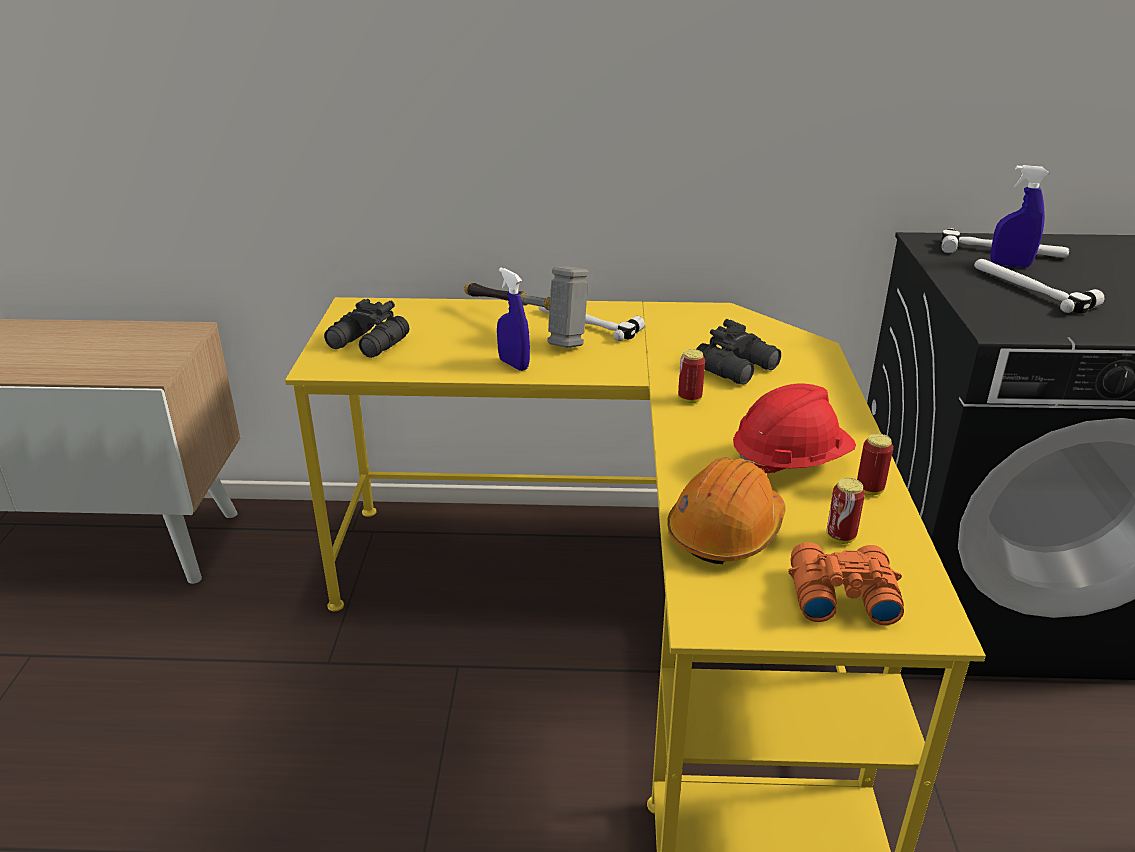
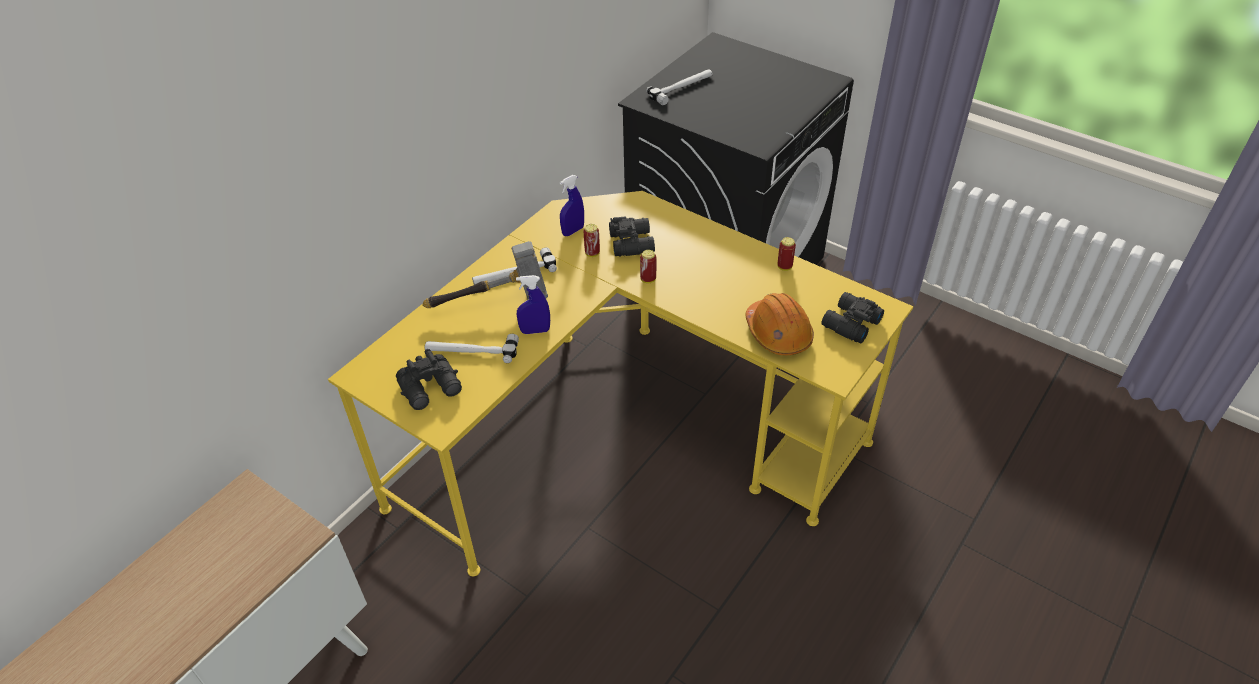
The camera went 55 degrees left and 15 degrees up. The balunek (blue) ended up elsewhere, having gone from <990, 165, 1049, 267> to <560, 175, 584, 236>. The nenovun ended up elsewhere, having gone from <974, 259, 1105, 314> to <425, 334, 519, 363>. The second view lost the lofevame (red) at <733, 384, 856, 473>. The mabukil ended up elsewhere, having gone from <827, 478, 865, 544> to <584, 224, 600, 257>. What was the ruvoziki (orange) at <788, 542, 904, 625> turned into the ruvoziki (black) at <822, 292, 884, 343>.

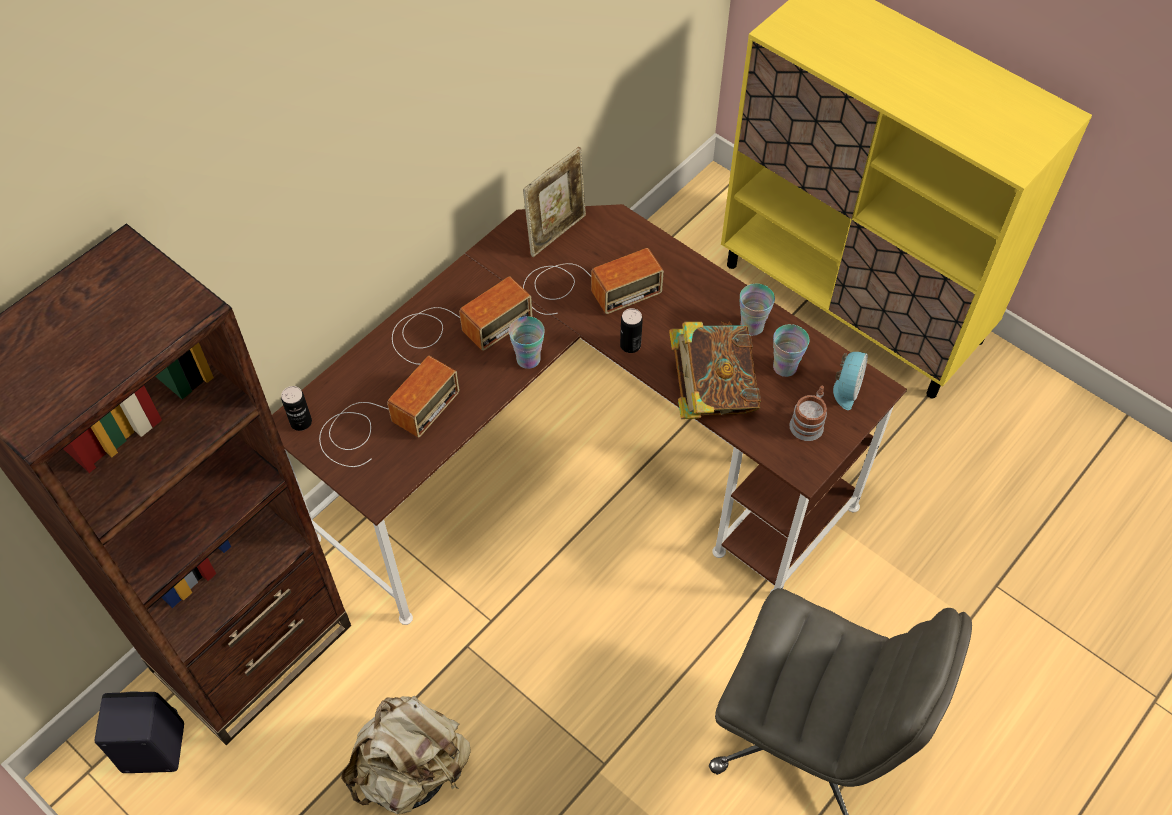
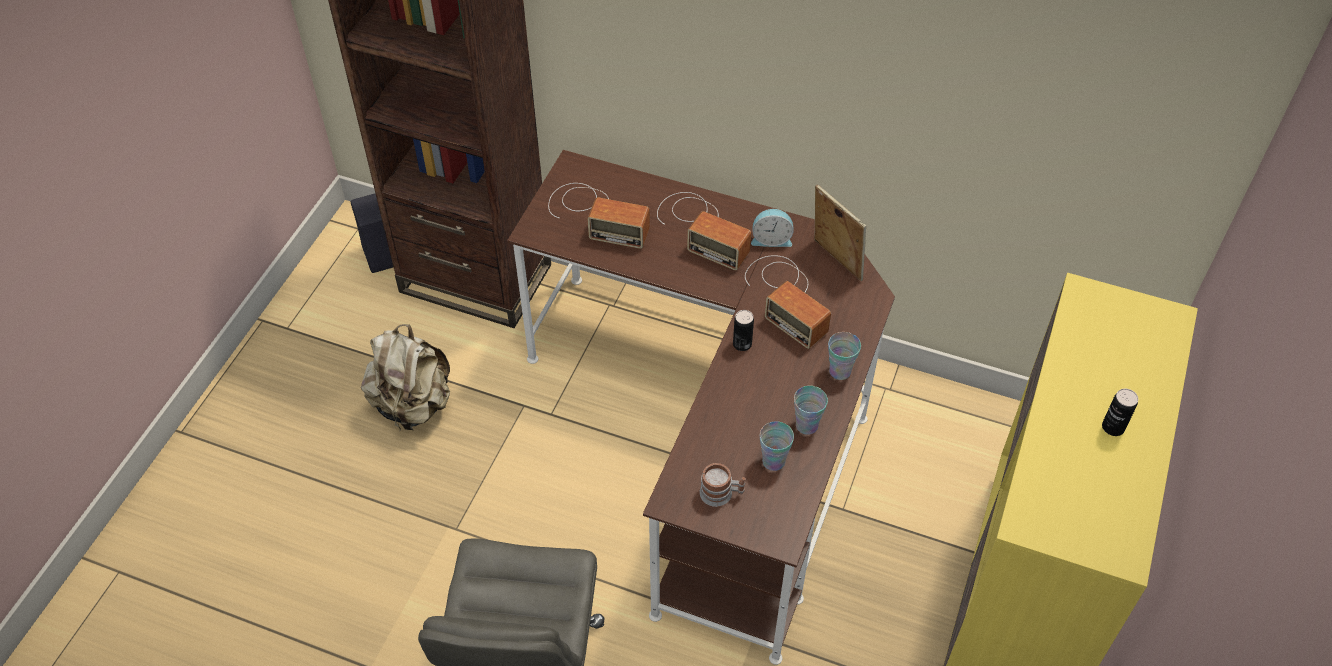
The camera went 70 degrees right and 5 degrees down. The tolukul at <523, 147, 586, 257> ended up facing another way, 150 degrees counterclockwise from before. The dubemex ended up elsewhere, having gone from <509, 316, 545, 369> to <828, 332, 861, 380>. The second view lost the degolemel at <669, 322, 761, 419>. The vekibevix ended up elsewhere, having gone from <833, 352, 868, 410> to <751, 209, 794, 247>. The mabukil ended up elsewhere, having gone from <281, 386, 312, 431> to <1102, 389, 1138, 436>.

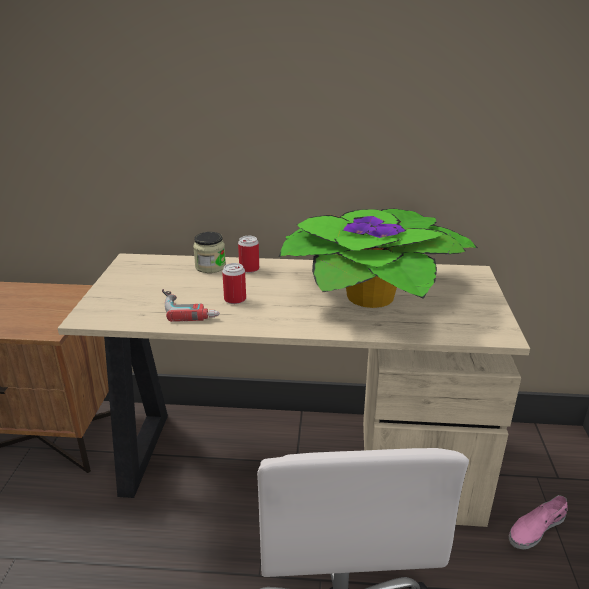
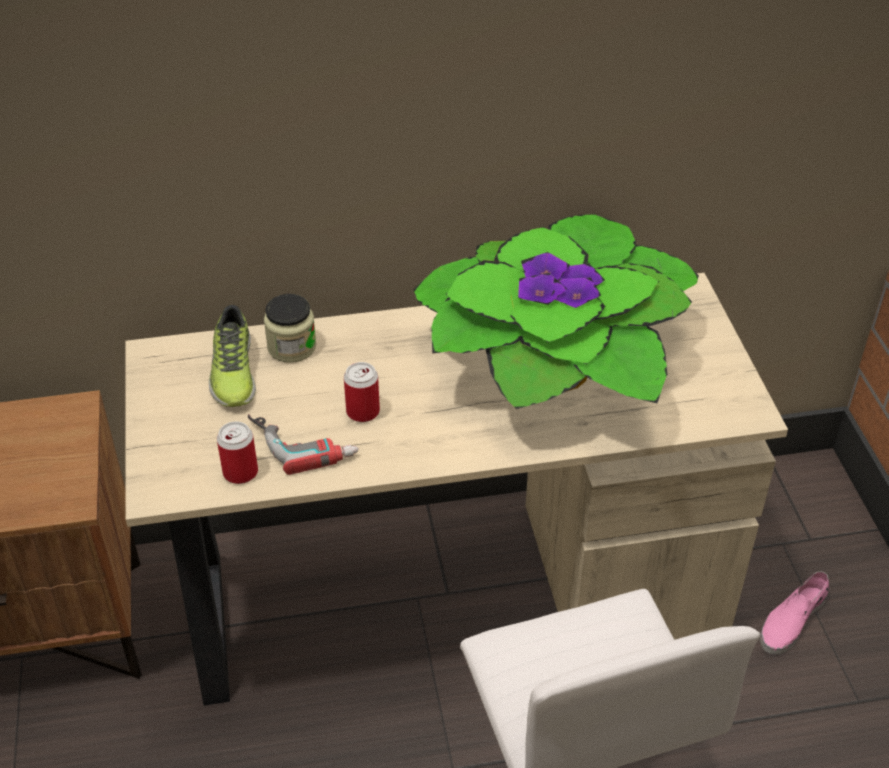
The camera went 15 degrees left and 15 degrees up. The mabukil ended up elsewhere, having gone from <238, 236, 259, 273> to <217, 421, 258, 484>. The second view gained the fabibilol at <209, 305, 256, 407>.

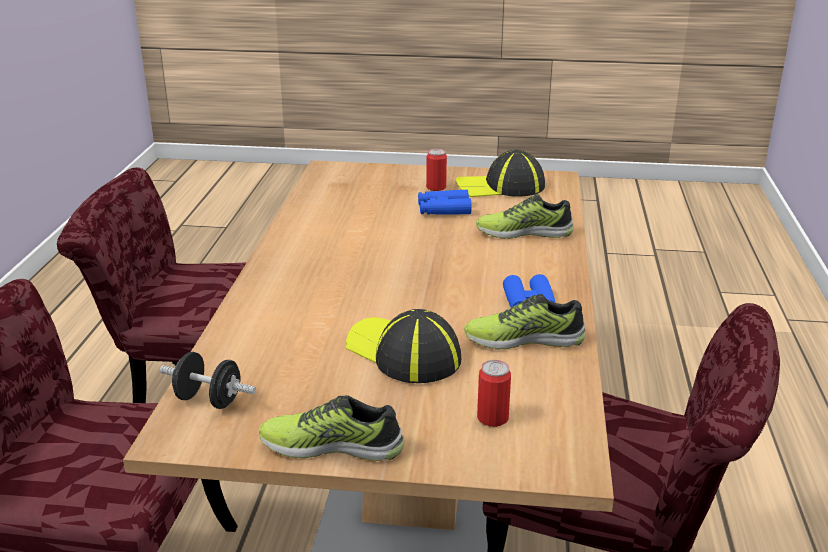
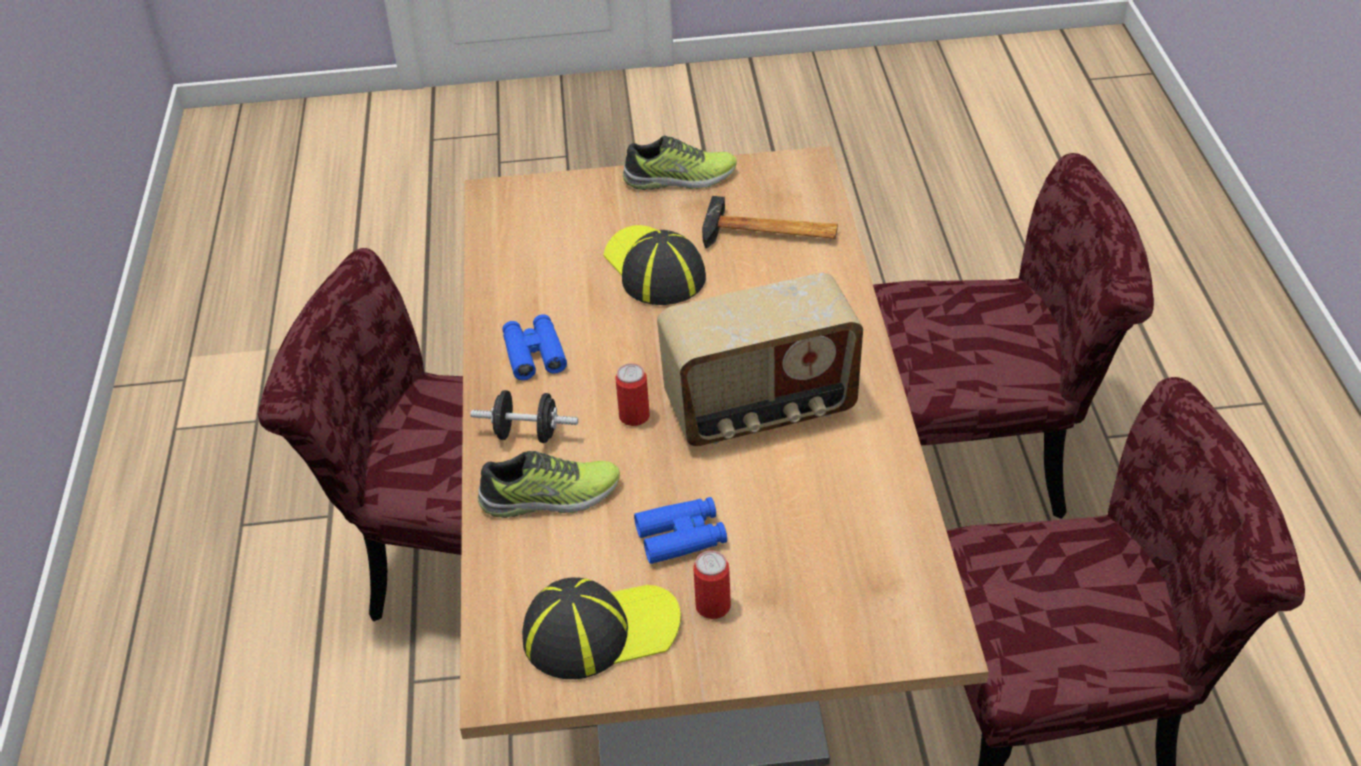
The camera went 170 degrees right and 15 degrees up. The second view lost the fabibilol at <464, 294, 586, 350>. The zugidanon at <346, 309, 461, 383> ended up facing another way, 150 degrees counterclockwise from before. The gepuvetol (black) ended up elsewhere, having gone from <160, 352, 256, 409> to <470, 390, 578, 443>. The mabukil ended up elsewhere, having gone from <477, 360, 511, 427> to <615, 363, 650, 426>. The second view gained the nenovun at <702, 196, 838, 248>. The second view gained the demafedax at <657, 273, 863, 446>.

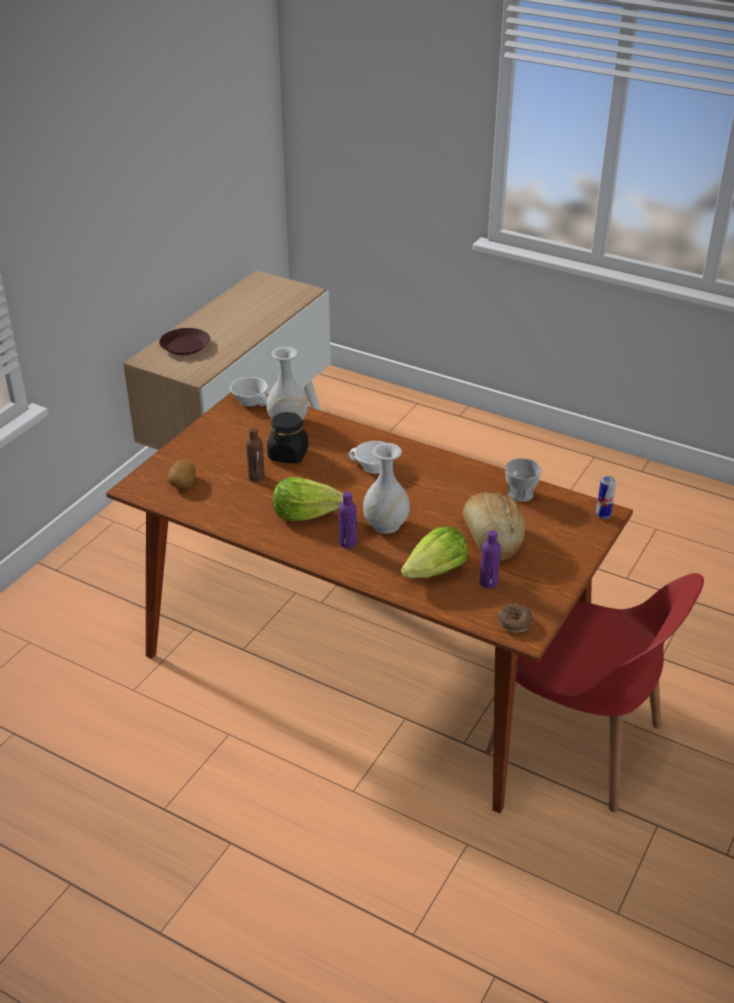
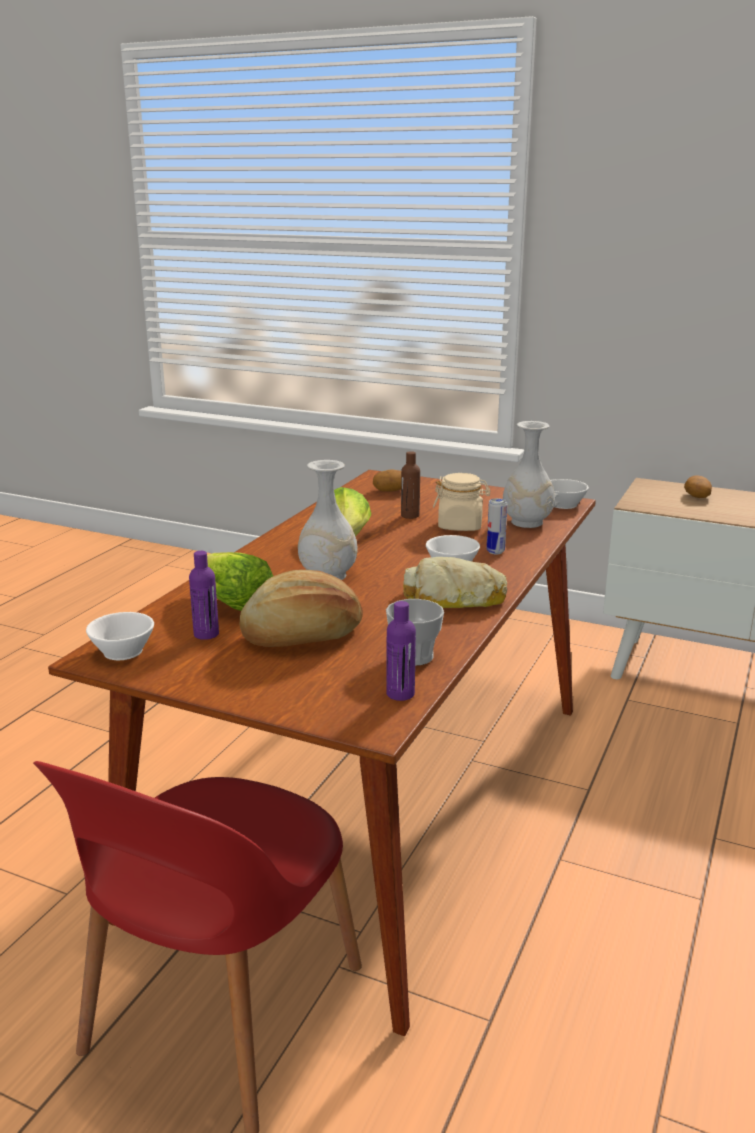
The camera went 85 degrees right and 15 degrees down. Where the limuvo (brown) stood at <159, 328, 210, 355>, the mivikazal came to stand at <684, 476, 712, 498>. What was the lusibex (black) at <267, 412, 308, 463> turned into the lusibex (beige) at <433, 473, 490, 531>. The mabukil ended up elsewhere, having gone from <596, 476, 616, 519> to <487, 498, 508, 554>. The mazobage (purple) ended up elsewhere, having gone from <339, 492, 357, 548> to <386, 601, 416, 701>. Where the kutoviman stood at <497, 604, 533, 632>, the dubemex (white) came to stand at <86, 612, 154, 660>. The second view gained the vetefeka at <403, 557, 507, 608>.

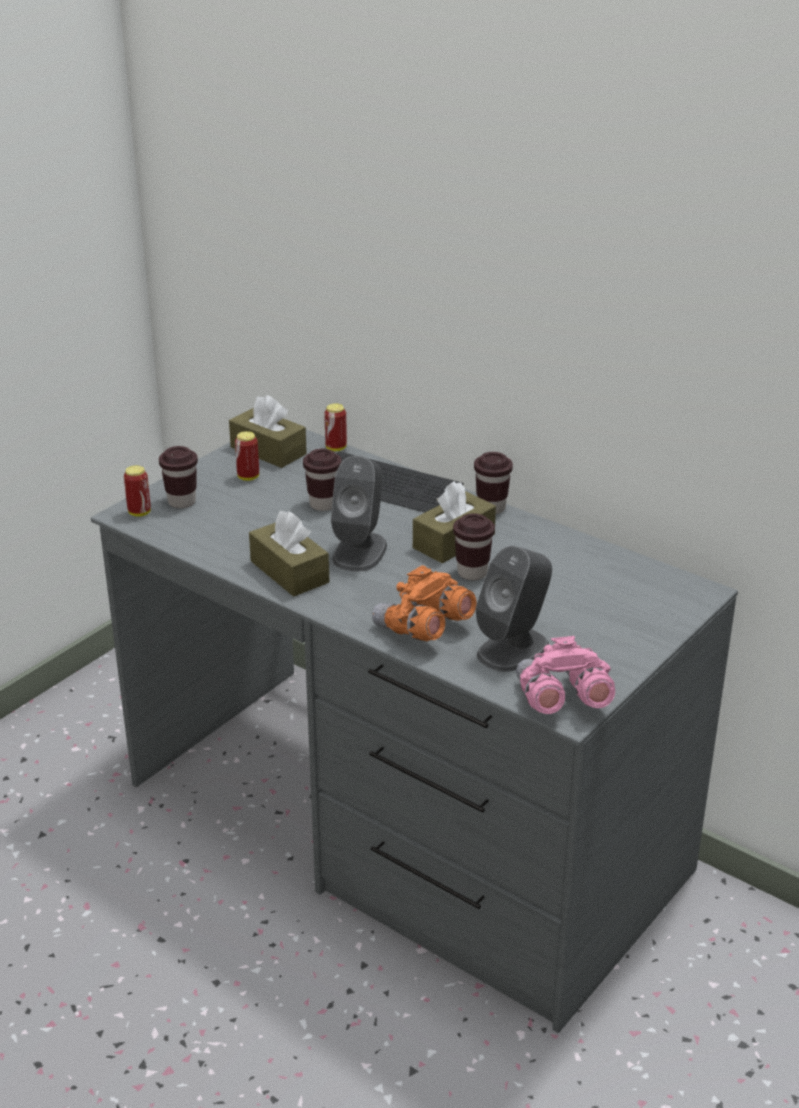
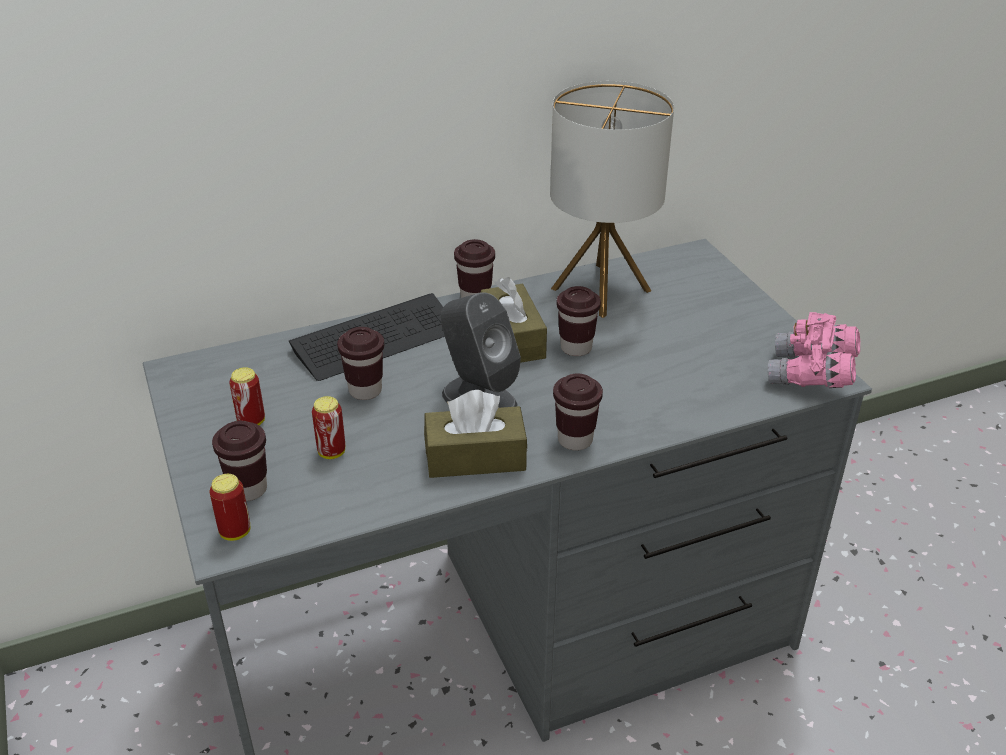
The camera went 60 degrees left and 5 degrees up. The second view lost the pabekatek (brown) at <229, 395, 307, 468>. The mabukil ended up elsewhere, having gone from <324, 403, 347, 451> to <312, 396, 345, 459>. The second view lost the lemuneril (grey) at <476, 546, 552, 672>. The second view lost the ruvoziki (orange) at <372, 565, 477, 641>. The second view gained the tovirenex at <550, 81, 674, 318>. The second view gained the dubemex (brown) at <553, 374, 603, 451>.

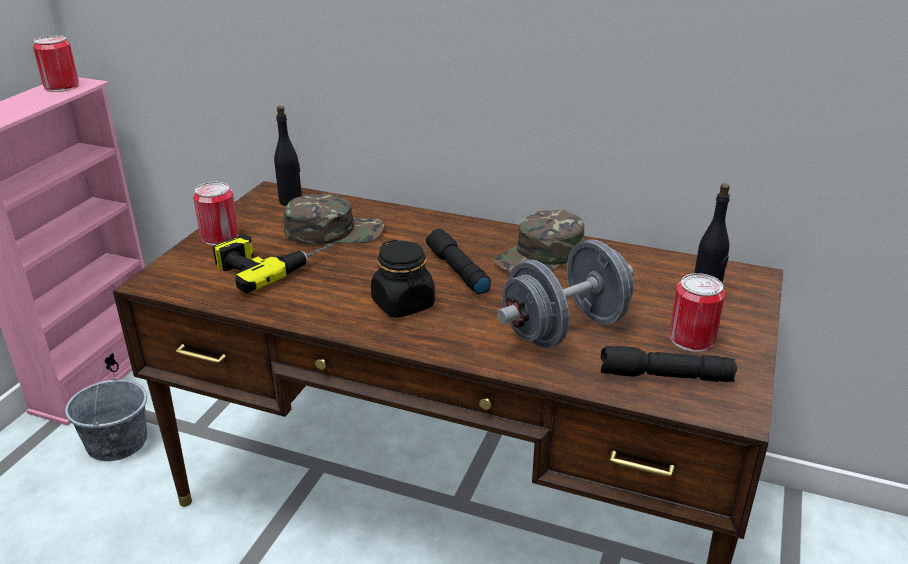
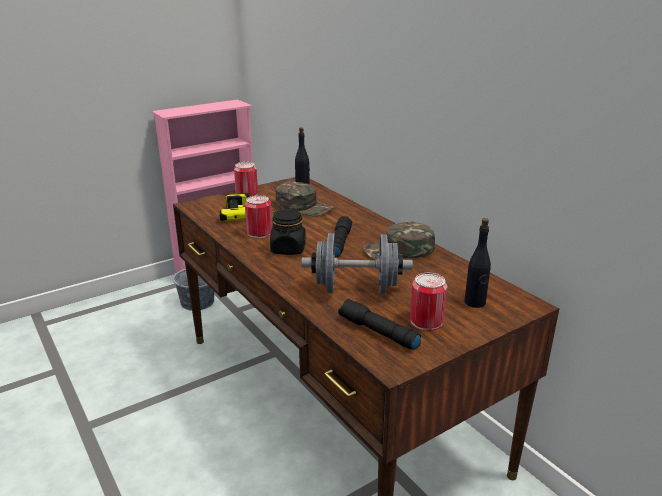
The camera went 35 degrees right and 5 degrees down. The mabukil ended up elsewhere, having gone from <33, 35, 79, 92> to <245, 195, 272, 238>.

